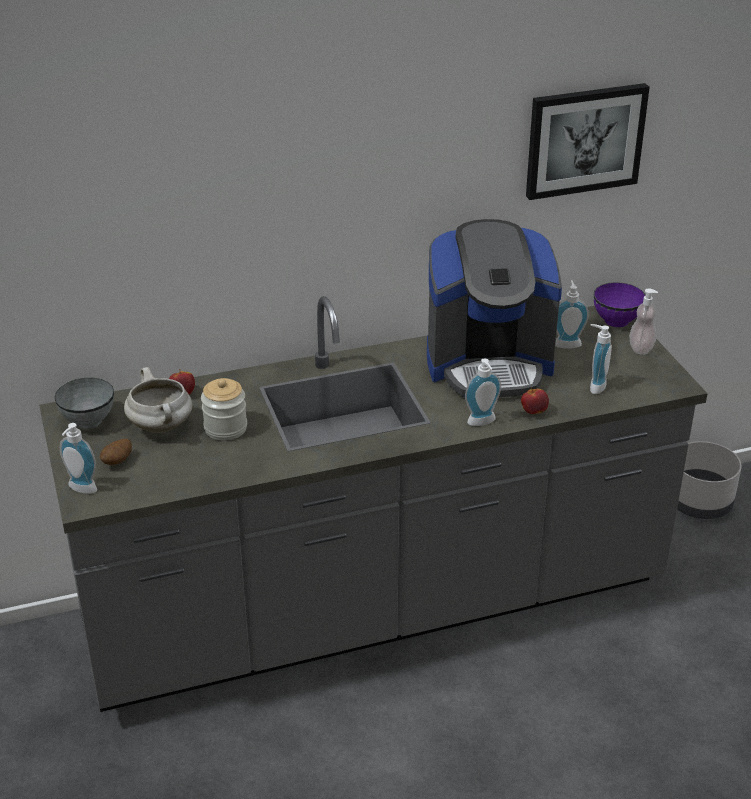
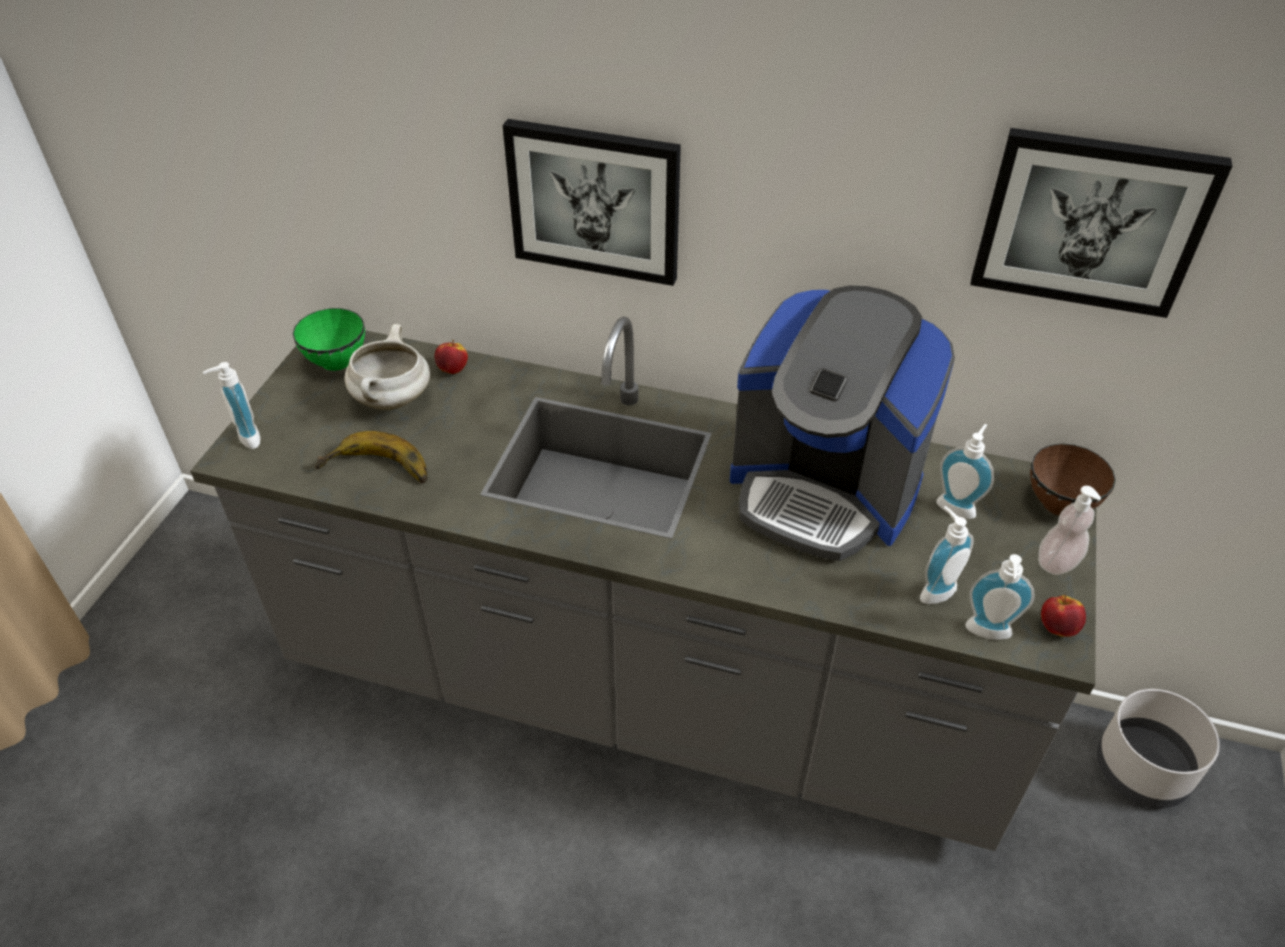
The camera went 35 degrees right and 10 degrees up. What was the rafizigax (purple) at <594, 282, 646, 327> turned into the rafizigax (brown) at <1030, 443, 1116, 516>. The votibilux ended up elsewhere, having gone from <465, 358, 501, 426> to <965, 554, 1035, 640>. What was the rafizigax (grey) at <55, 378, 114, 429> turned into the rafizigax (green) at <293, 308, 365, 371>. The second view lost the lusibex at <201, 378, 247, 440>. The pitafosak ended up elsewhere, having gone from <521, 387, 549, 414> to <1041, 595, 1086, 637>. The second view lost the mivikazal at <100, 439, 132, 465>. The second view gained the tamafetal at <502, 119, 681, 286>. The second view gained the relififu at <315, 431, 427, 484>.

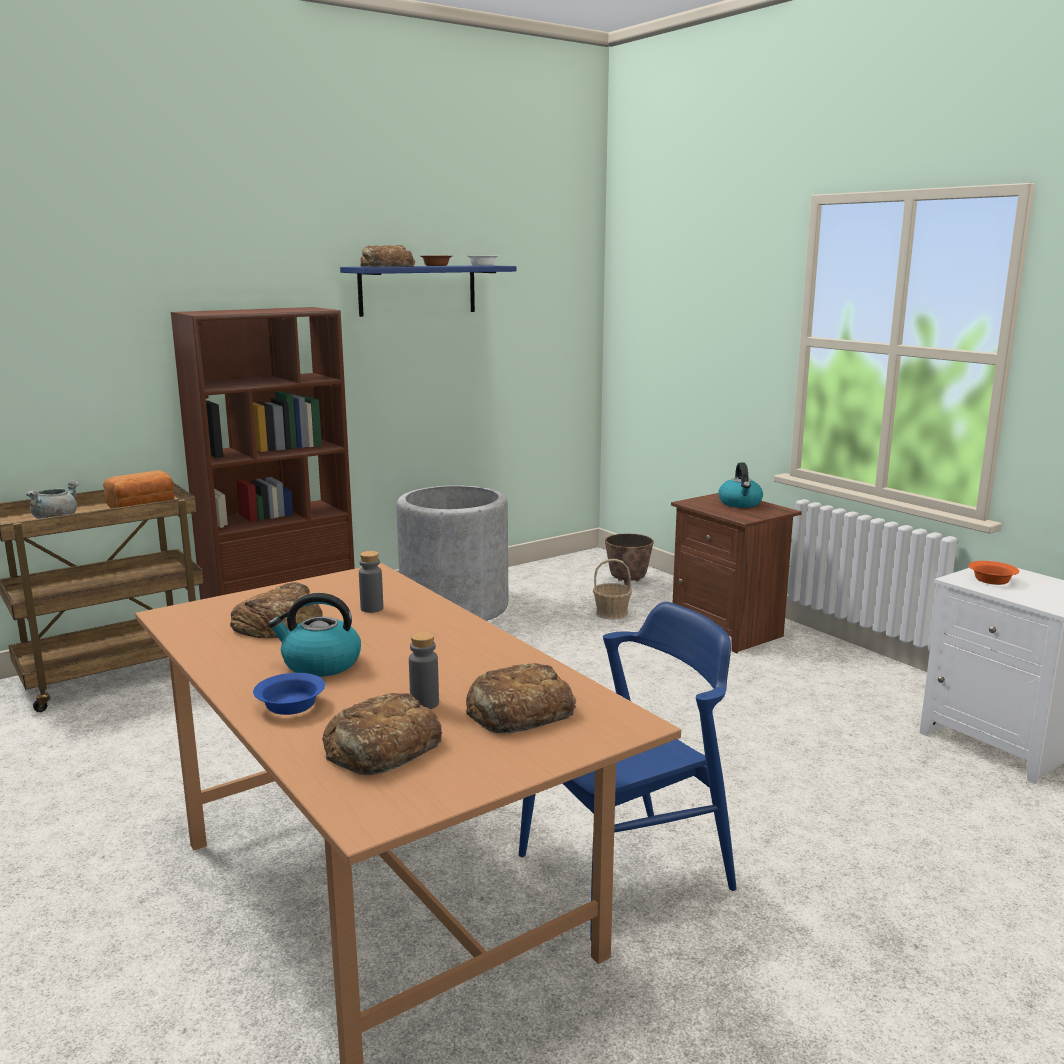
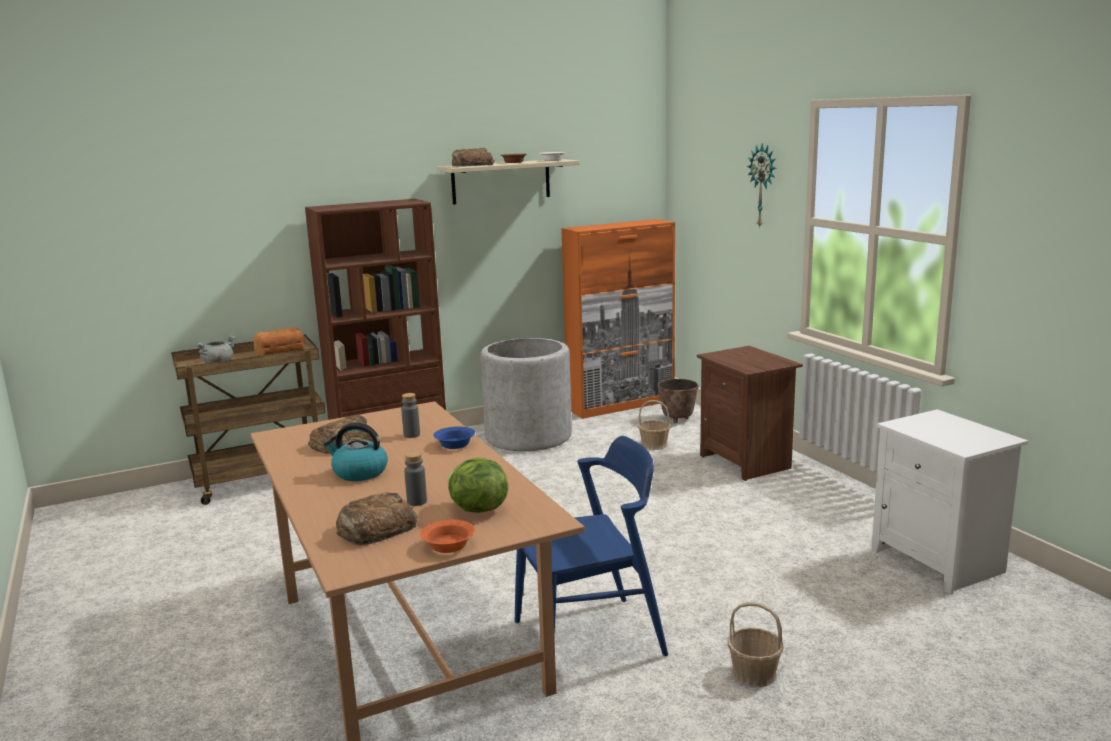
The camera went 10 degrees right and 0 degrees up. What was the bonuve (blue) at <340, 266, 516, 317> turned into the bonuve (beige) at <437, 159, 580, 205>. The second view lost the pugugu at <719, 462, 763, 508>. The rafizigax (orange) ended up elsewhere, having gone from <968, 561, 1019, 585> to <420, 520, 475, 553>. Where the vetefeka stood at <466, 663, 576, 733>, the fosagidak came to stand at <448, 458, 508, 513>. The rafizigax (blue) ended up elsewhere, having gone from <253, 673, 325, 715> to <433, 427, 475, 449>. The second view gained the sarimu at <747, 143, 777, 228>. The second view gained the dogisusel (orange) at <561, 219, 675, 419>. The second view gained the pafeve at <728, 602, 783, 687>.

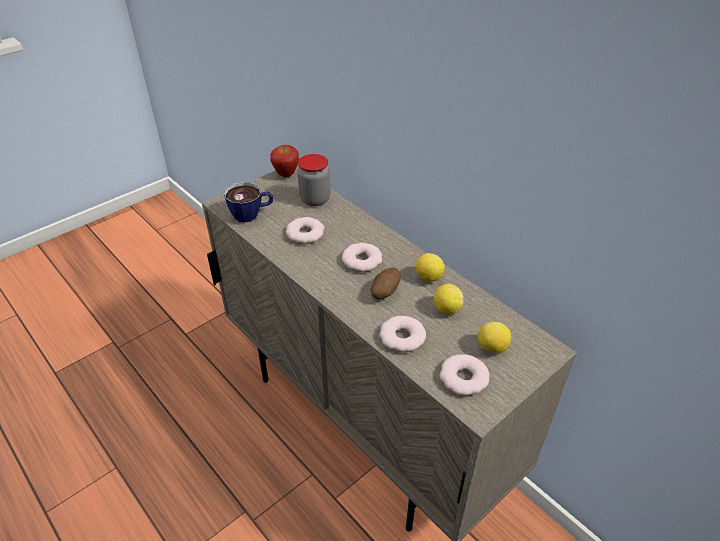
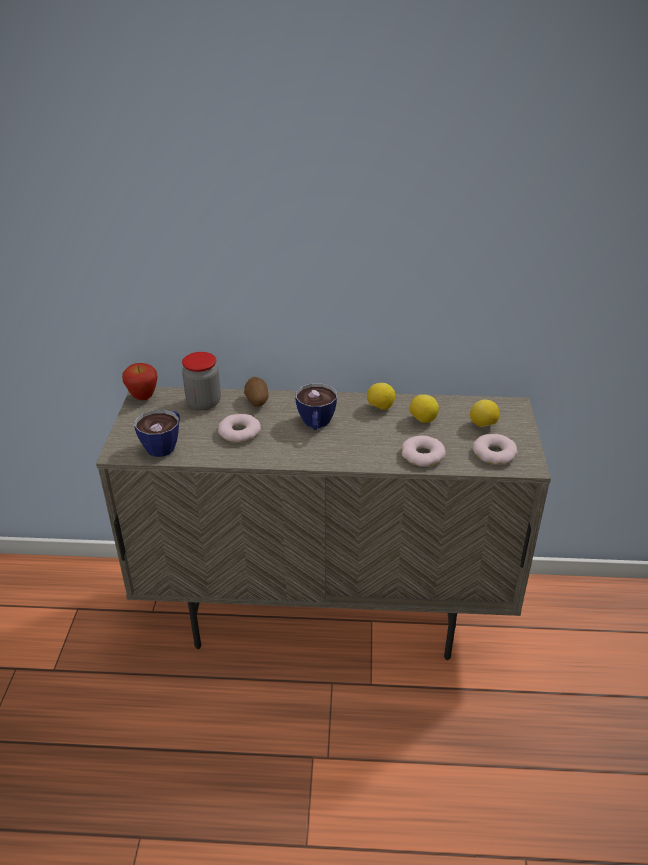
The camera went 45 degrees left and 5 degrees down. Where the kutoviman stood at <342, 243, 382, 272>, the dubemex came to stand at <295, 383, 337, 430>. The mivikazal ended up elsewhere, having gone from <371, 267, 401, 299> to <244, 377, 269, 407>.

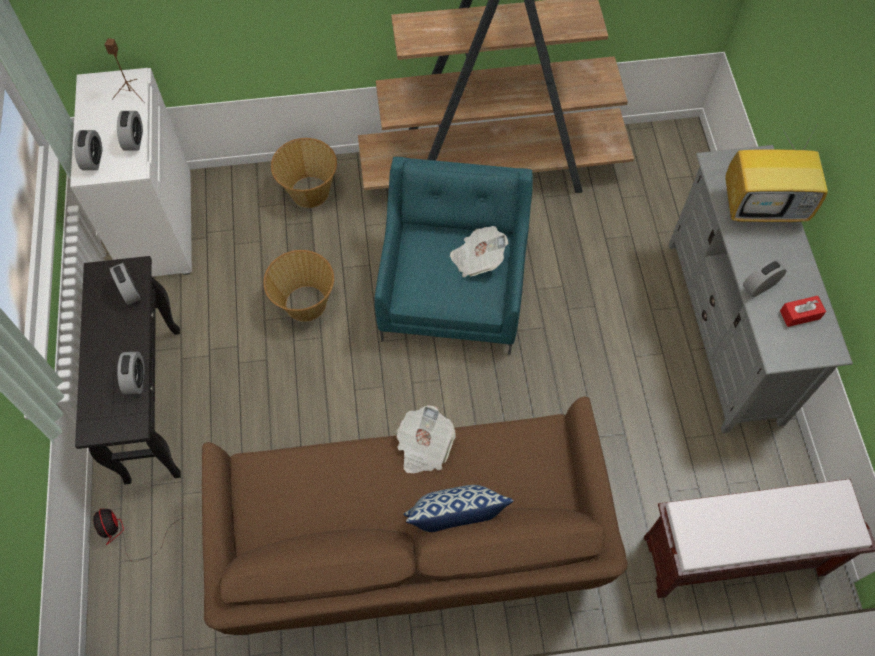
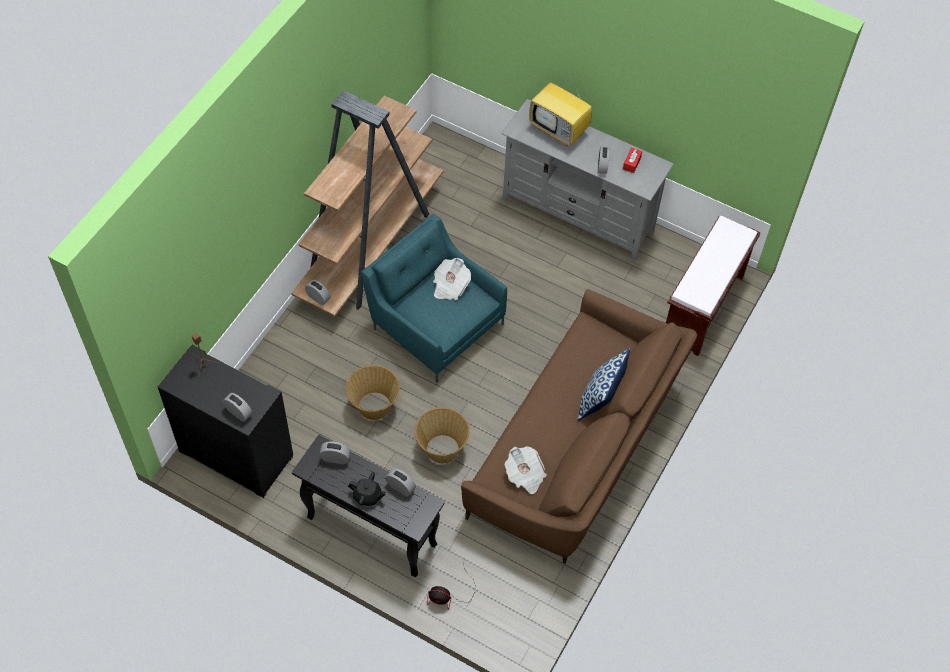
The camera went 55 degrees left and 5 degrees down. What was the dogisusel (white) at <70, 68, 192, 277> turned into the dogisusel (black) at <158, 345, 293, 498>. The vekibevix ended up elsewhere, having gone from <117, 111, 143, 151> to <305, 280, 330, 305>. The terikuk at <725, 120, 828, 222> ended up facing another way, 90 degrees clockwise from before. The pafeve ended up elsewhere, having gone from <271, 138, 337, 208> to <415, 408, 469, 464>. The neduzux ended up elsewhere, having gone from <396, 405, 456, 473> to <505, 446, 547, 494>. The second view gained the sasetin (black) at <348, 472, 386, 506>.

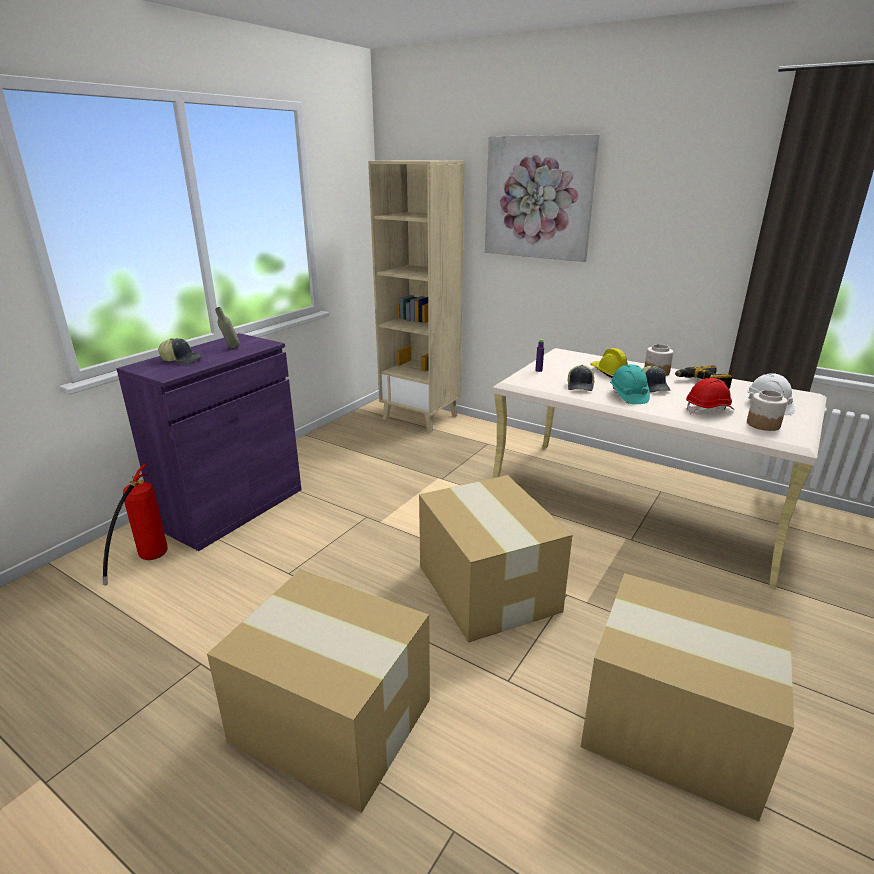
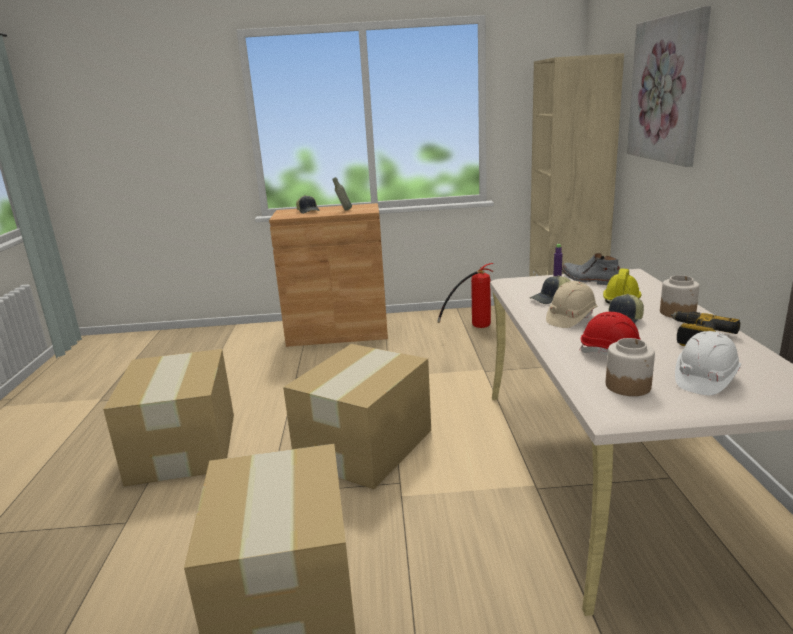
The camera went 55 degrees right and 5 degrees down. What was the dogisusel (purple) at <116, 333, 302, 551> turned into the dogisusel (brown) at <269, 203, 388, 347>. What was the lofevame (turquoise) at <610, 364, 650, 404> turned into the lofevame (beige) at <546, 281, 597, 328>. The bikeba ended up elsewhere, having gone from <103, 464, 168, 585> to <437, 263, 494, 328>. The second view gained the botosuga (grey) at <562, 253, 620, 285>.

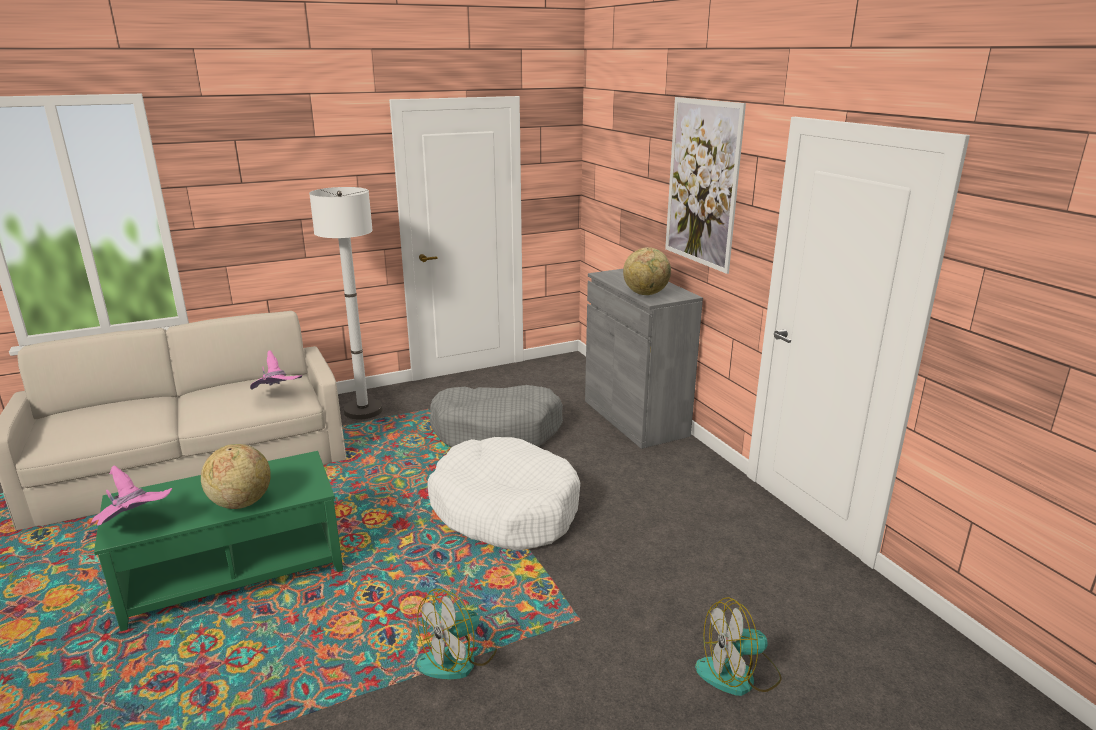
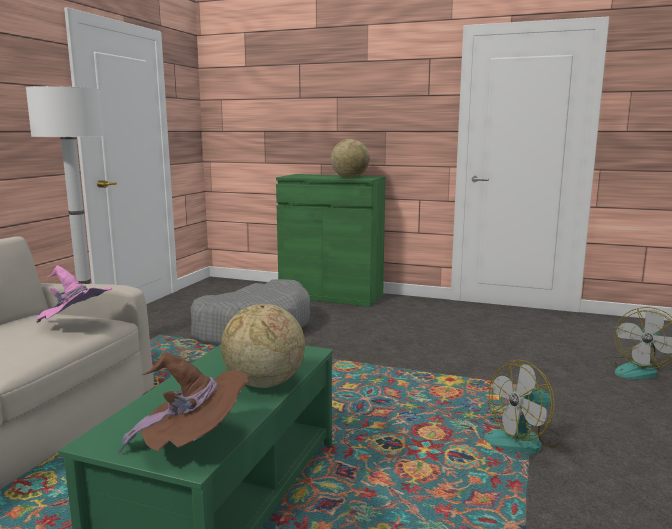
The camera went 45 degrees left and 10 degrees down. The second view lost the tamafetal at <665, 97, 746, 274>. What was the dogisusel (grey) at <585, 269, 703, 449> turned into the dogisusel (green) at <276, 174, 386, 307>. The second view lost the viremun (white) at <427, 437, 580, 550>. What was the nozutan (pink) at <91, 466, 172, 526> turned into the nozutan (brown) at <118, 352, 249, 454>. The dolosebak at <417, 589, 497, 680> ended up facing another way, 60 degrees clockwise from before.

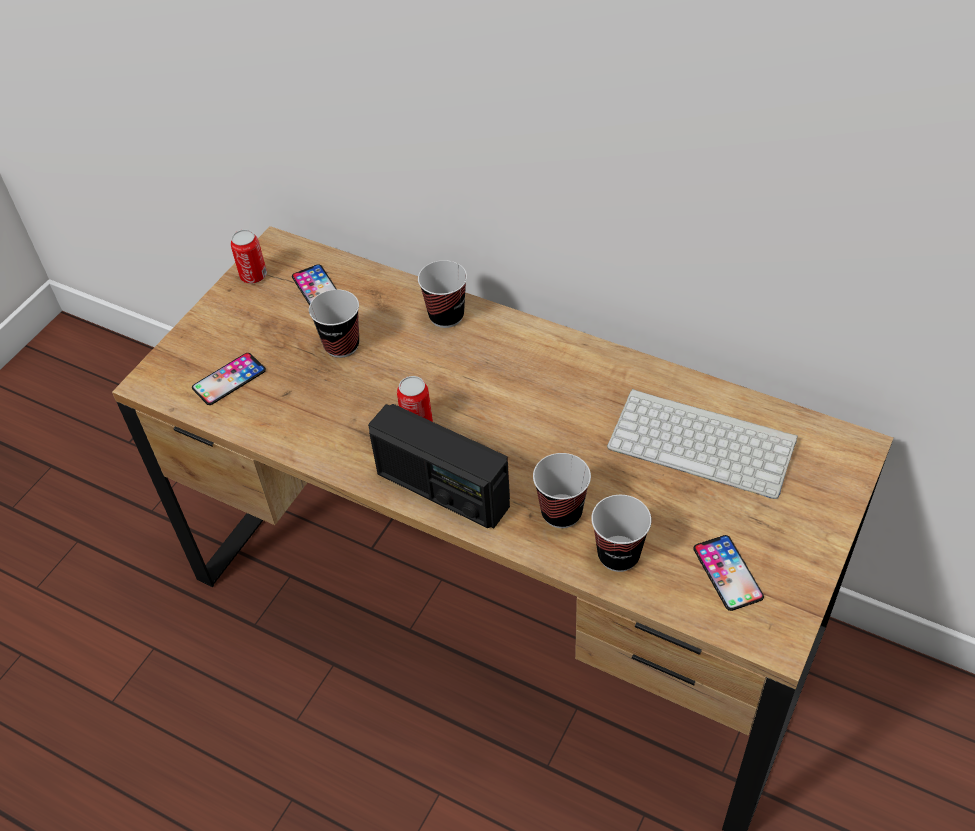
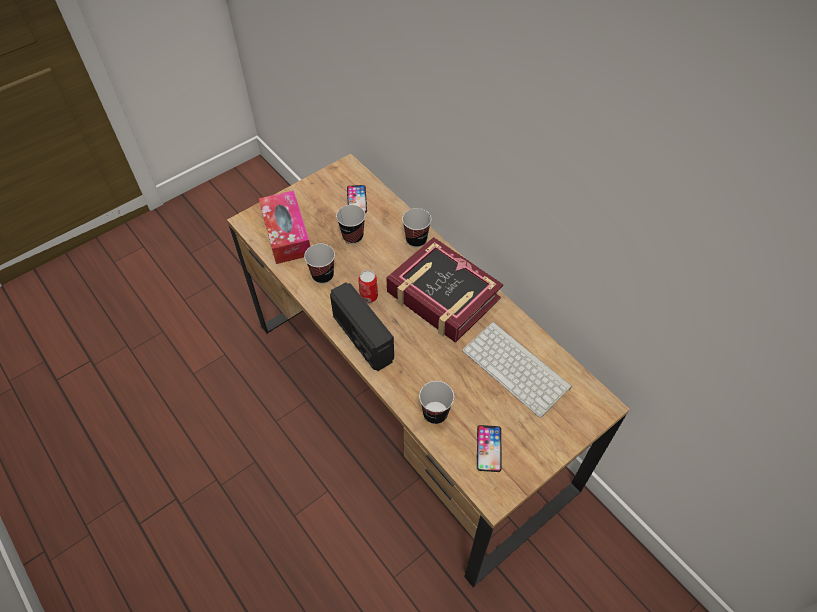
The camera went 20 degrees right and 5 degrees up. The second view lost the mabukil at <231, 229, 267, 284>. Where the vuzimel stood at <192, 353, 266, 405>, the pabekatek came to stand at <259, 191, 310, 264>. The dubemex ended up elsewhere, having gone from <533, 453, 591, 528> to <304, 244, 335, 284>. The second view gained the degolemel at <386, 237, 503, 343>.

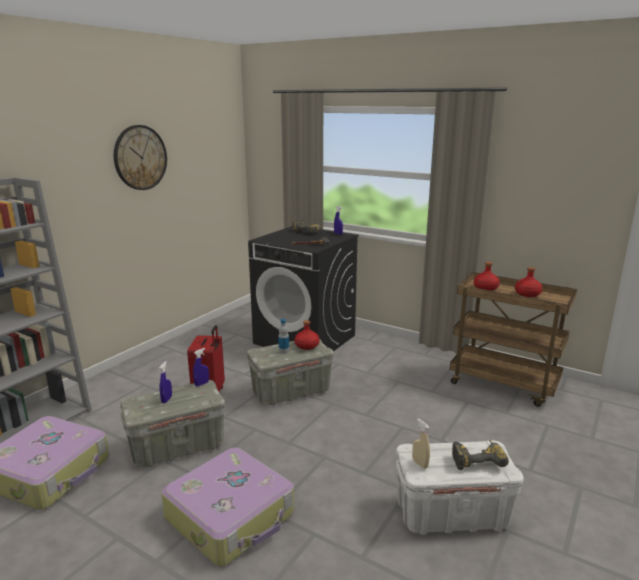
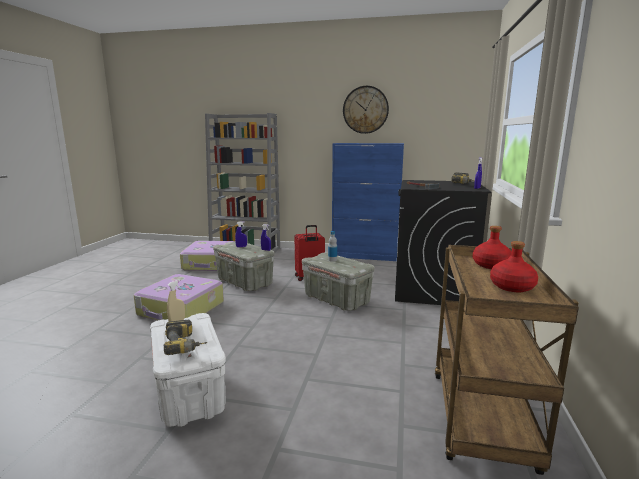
The camera went 70 degrees right and 5 degrees down. The second view lost the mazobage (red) at <294, 320, 319, 350>. The second view gained the dogisusel (blue) at <332, 143, 404, 261>.

